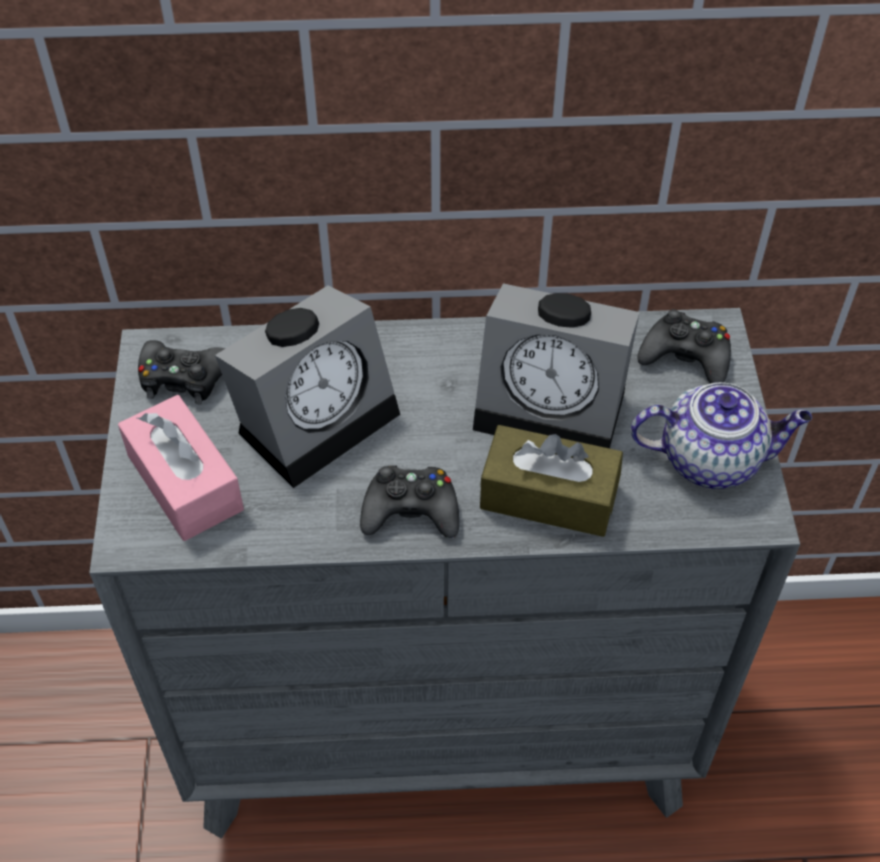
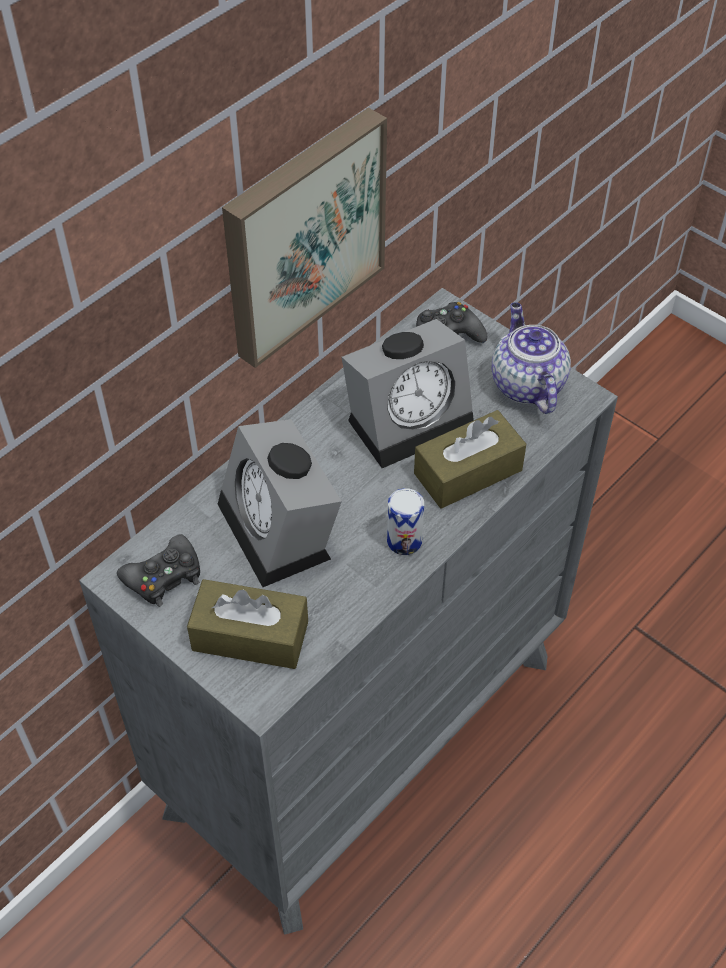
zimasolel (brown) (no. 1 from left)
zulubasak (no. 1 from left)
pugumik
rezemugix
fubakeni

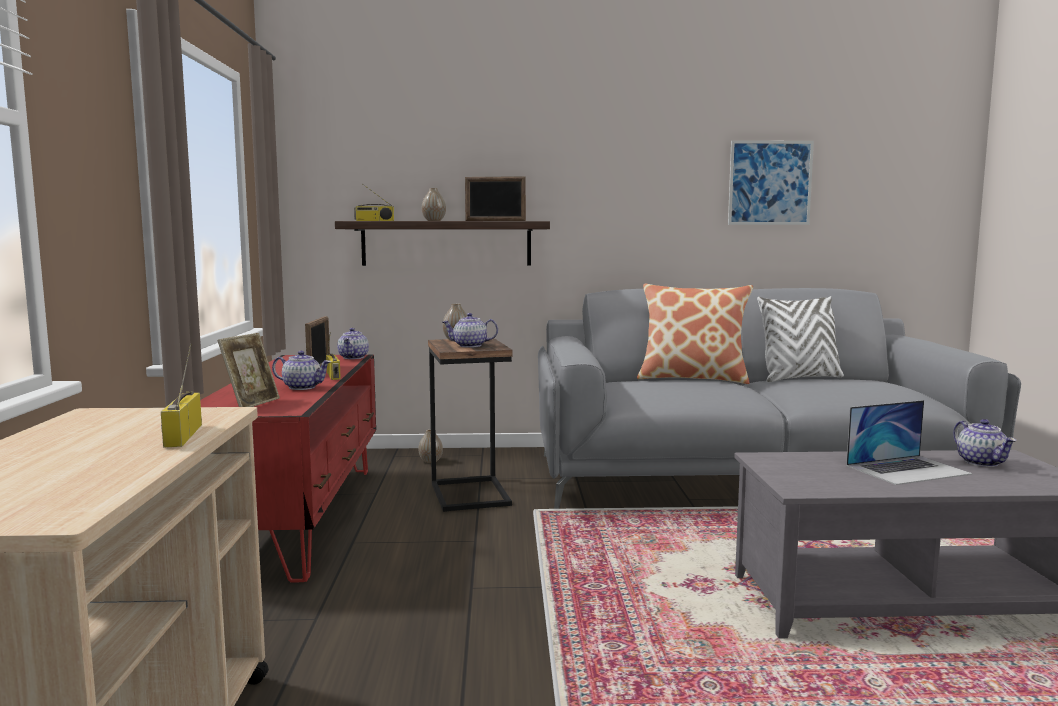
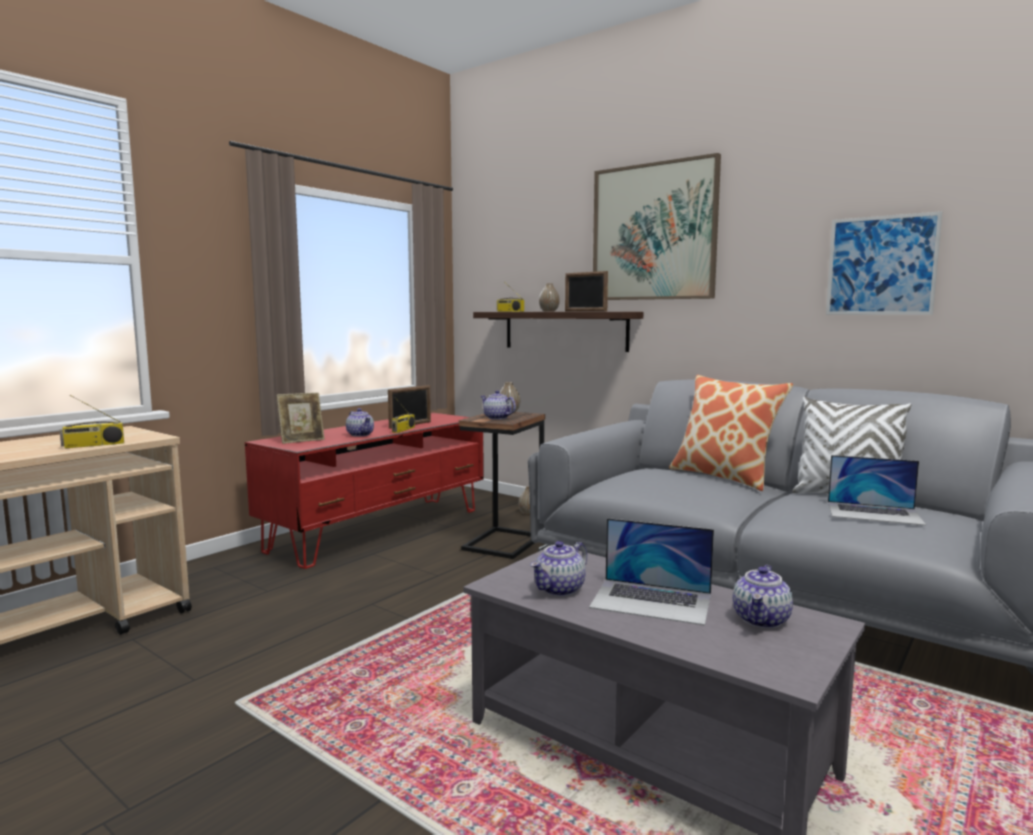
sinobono (no. 1 from left)
rezemugix (no. 3 from left)
fubakeni (no. 1 from left)
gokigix (no. 2 from left)

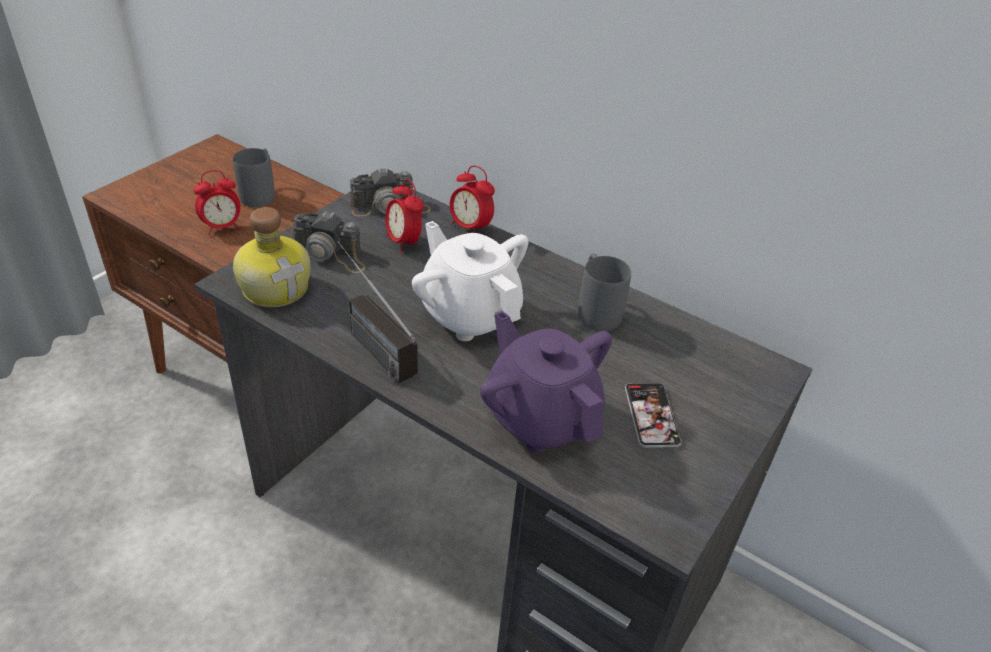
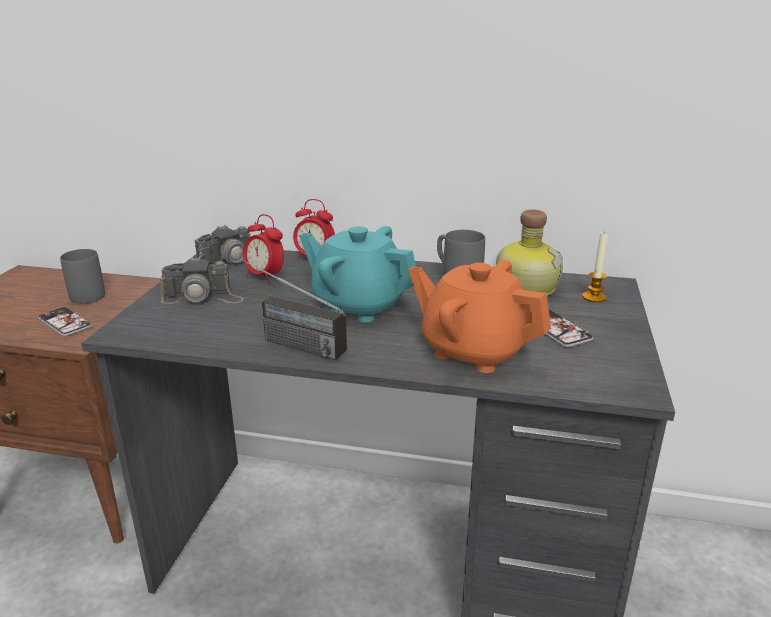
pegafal (no. 1 from left)
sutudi
rezemugix (turquoise)
rezemugix (orange)
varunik

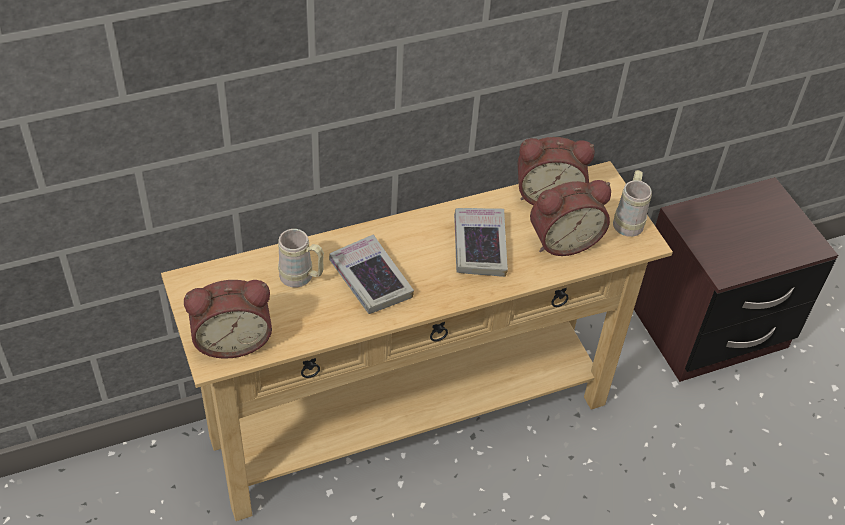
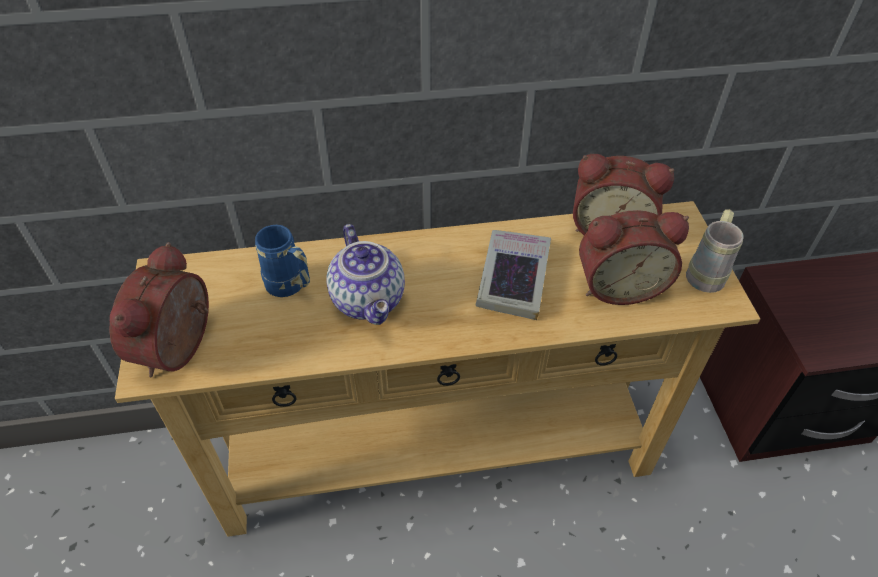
zulubasak (no. 1 from left)
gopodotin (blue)
rezemugix

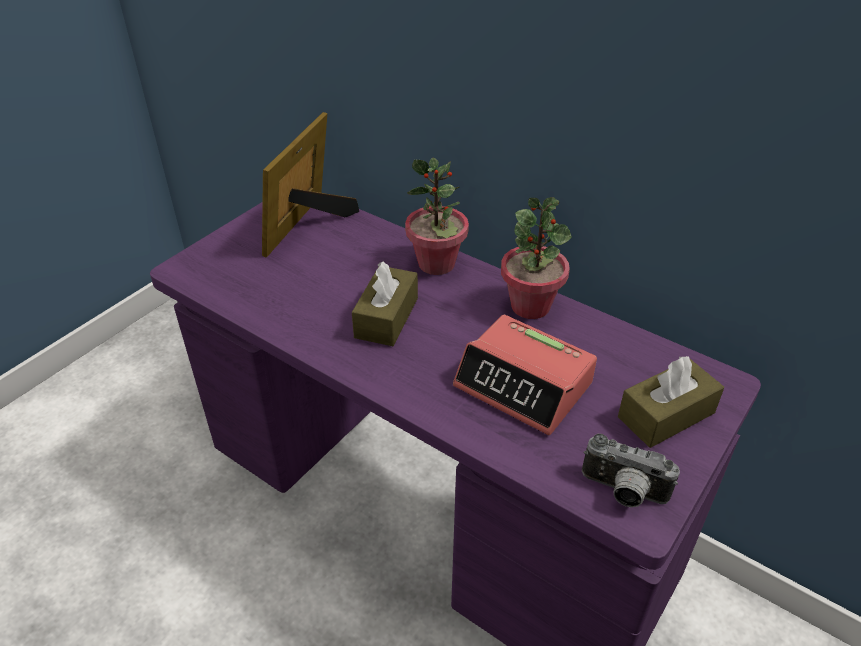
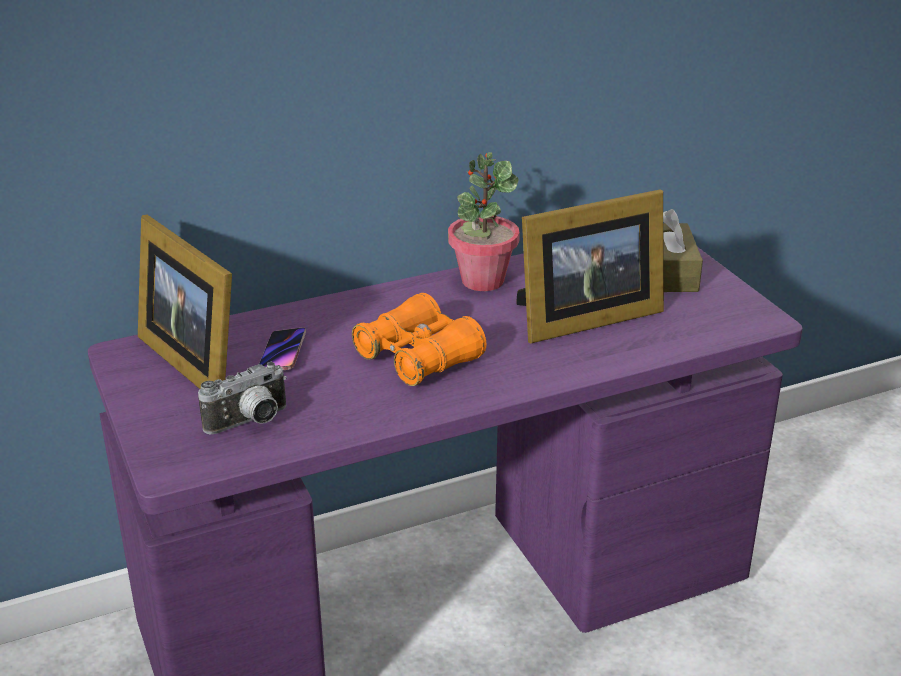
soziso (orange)
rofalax (no. 1 from left in the first image)
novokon (no. 2 from left)
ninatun
pegafal

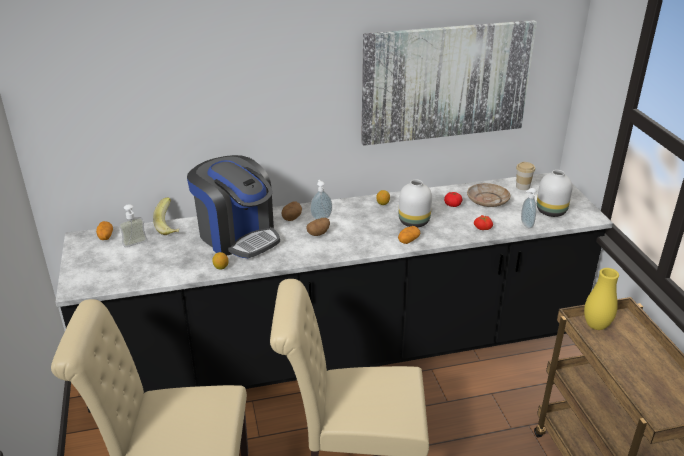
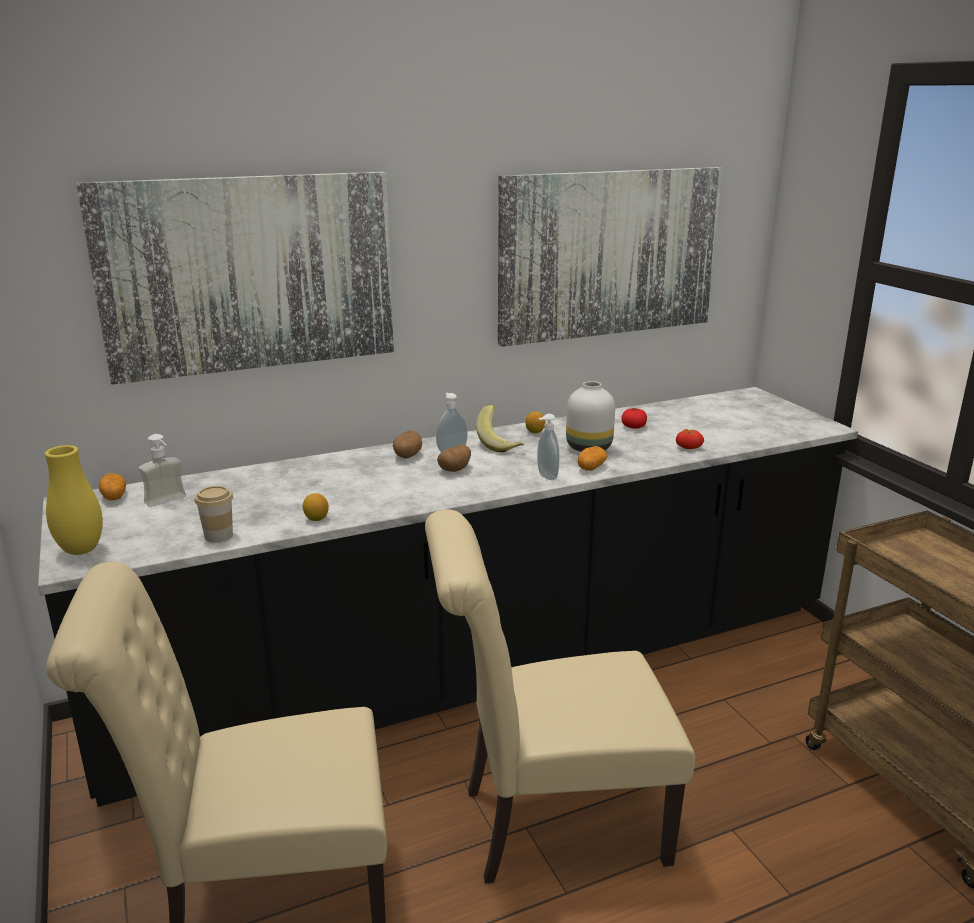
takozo
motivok
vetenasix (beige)
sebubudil
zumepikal (no. 3 from left)
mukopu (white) (no. 2 from left in the first image)
mukopu (yellow)
fubakeni (no. 1 from left)

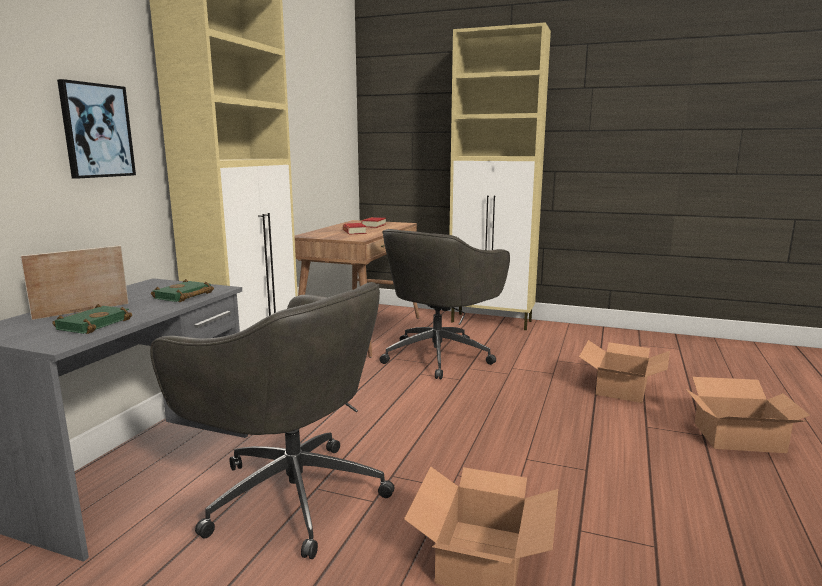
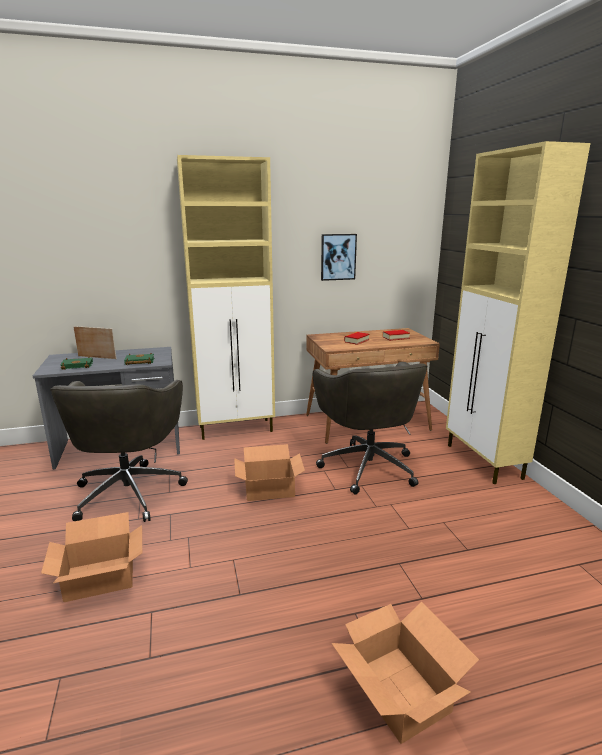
fubakeni
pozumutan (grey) (no. 2 from left)
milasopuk (no. 2 from left)

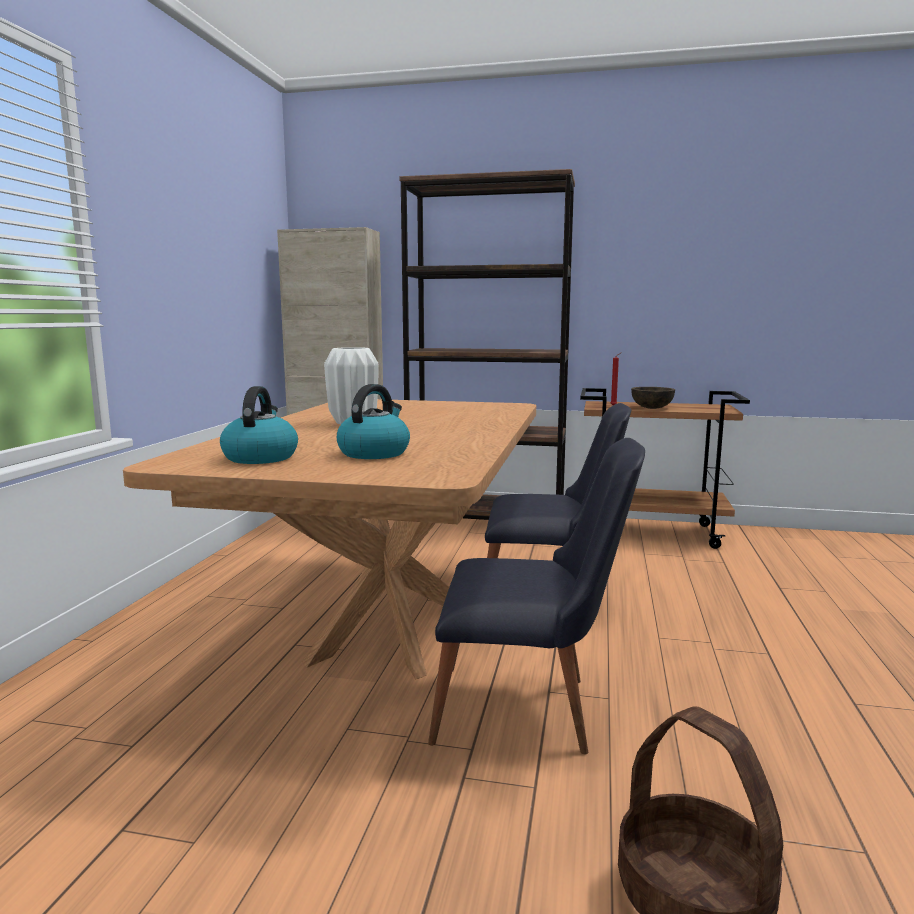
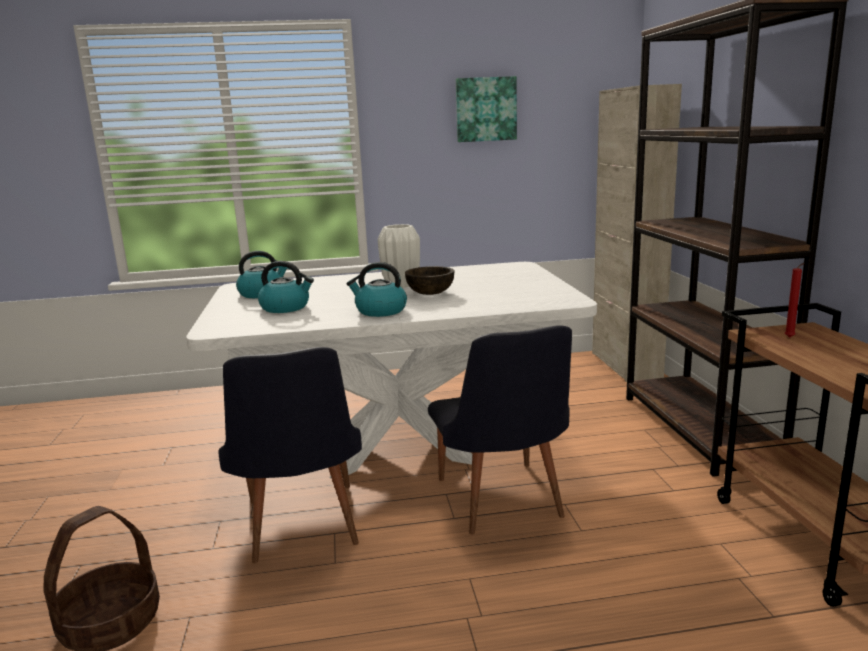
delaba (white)
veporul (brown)
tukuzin (no. 3 from left)
fubakeni

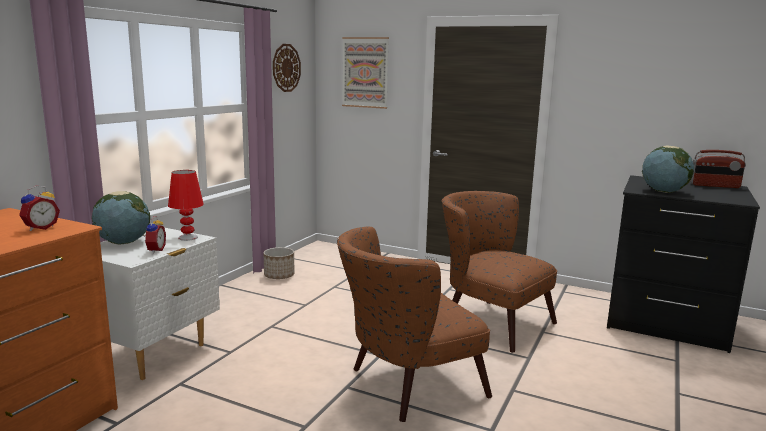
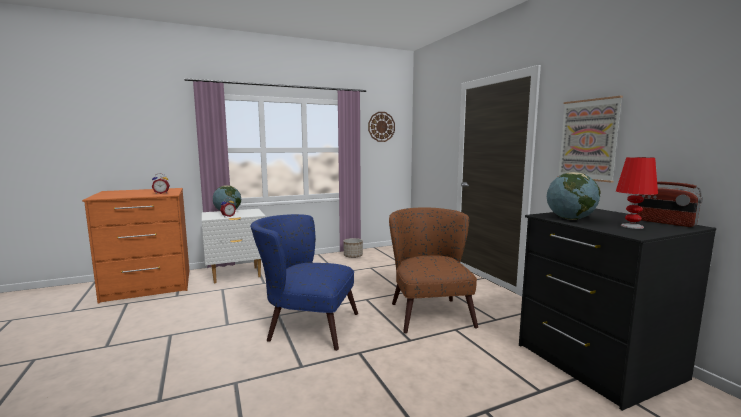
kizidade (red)
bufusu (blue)
fubakeni

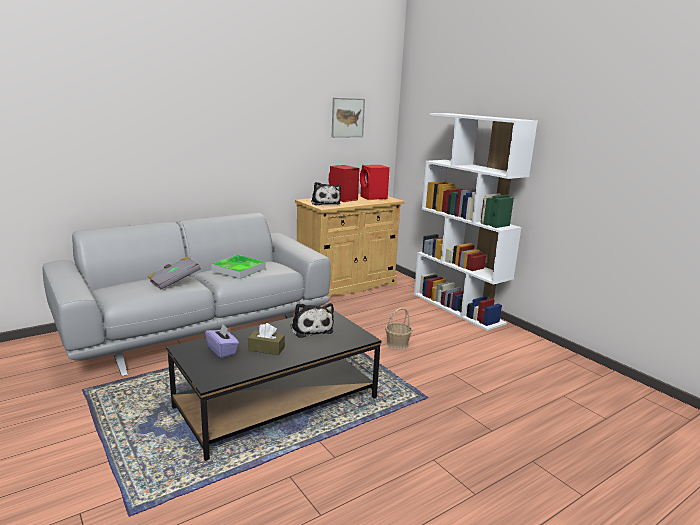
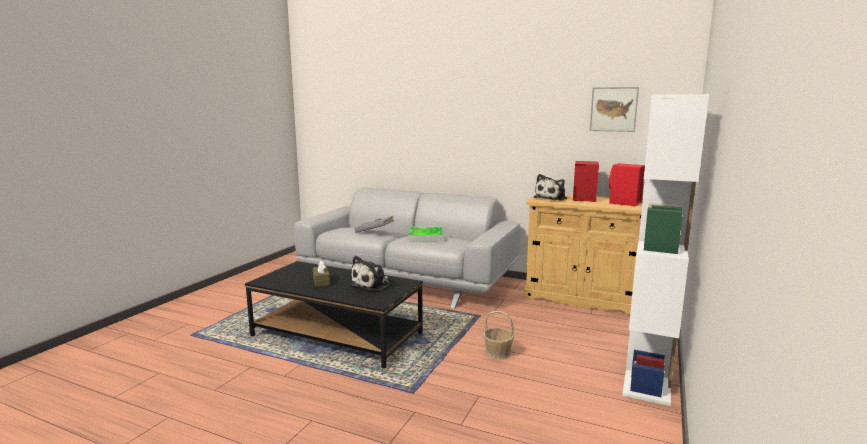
zimasolel (purple)

